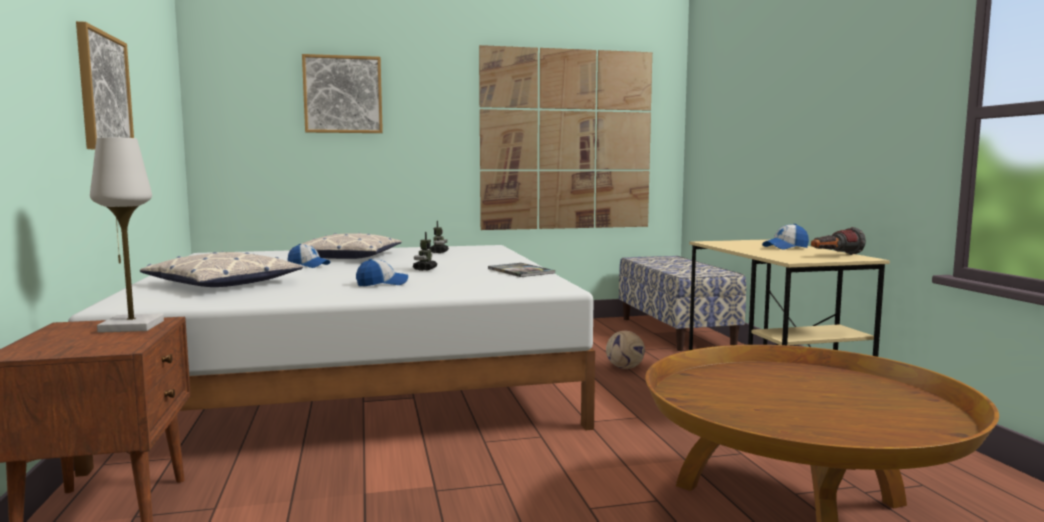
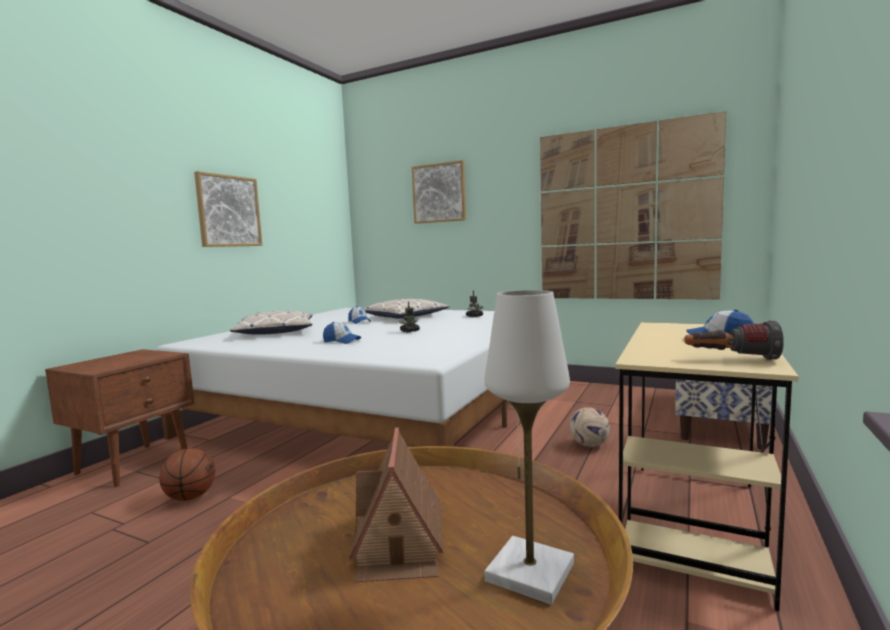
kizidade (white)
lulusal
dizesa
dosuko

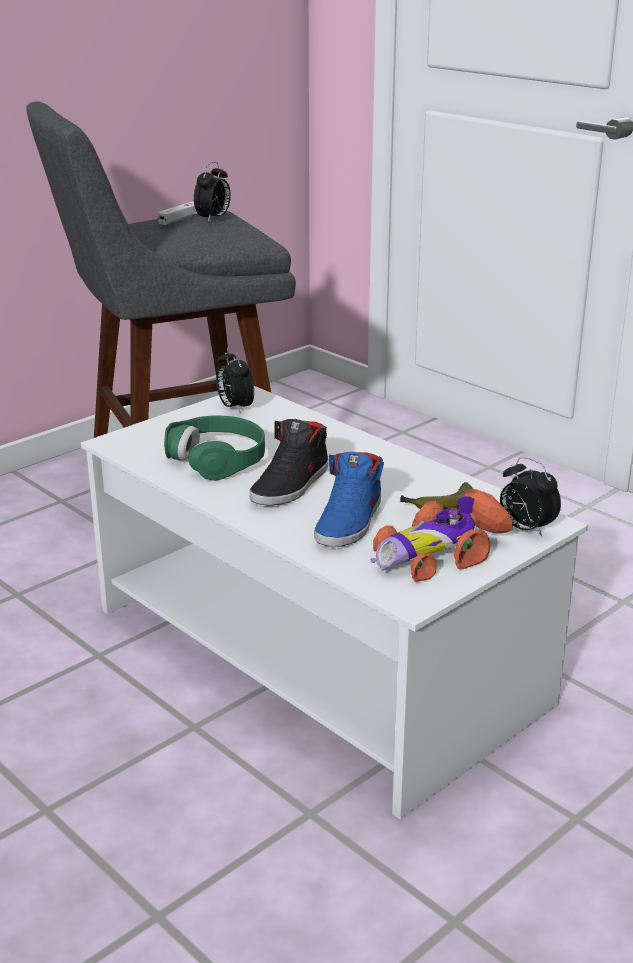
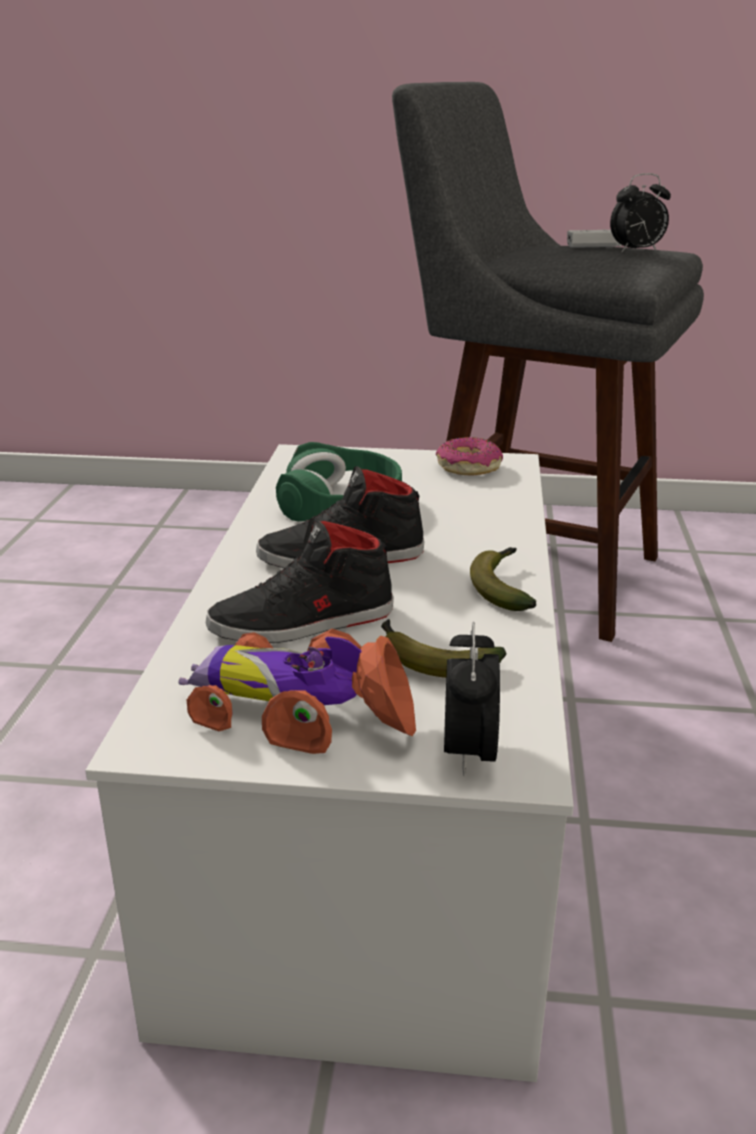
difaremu
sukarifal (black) (no. 1 from left)
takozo (no. 2 from left)

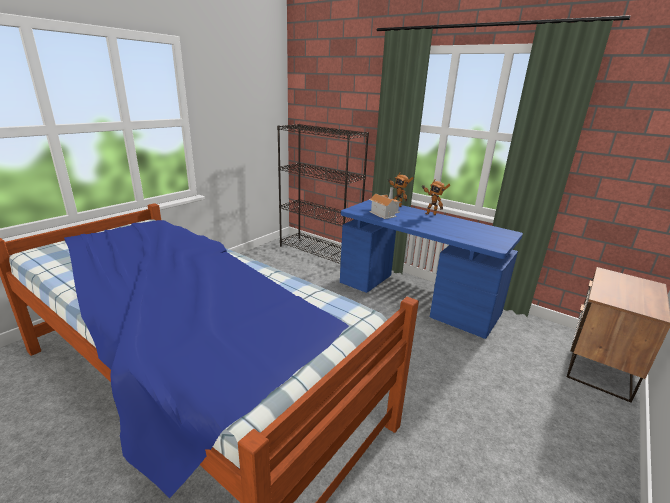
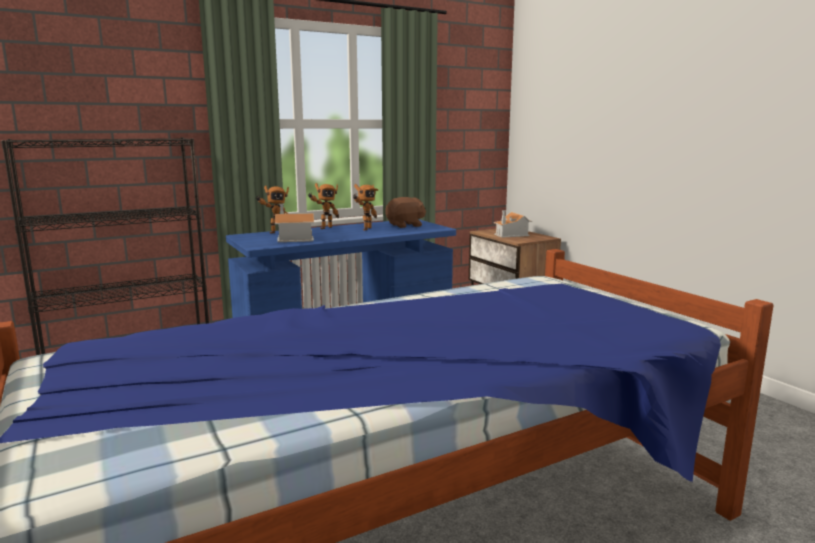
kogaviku (no. 3 from left)
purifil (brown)
dosuko (no. 2 from left)

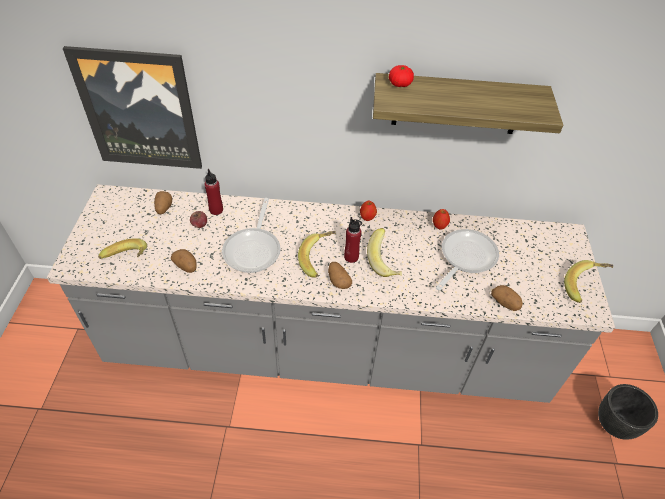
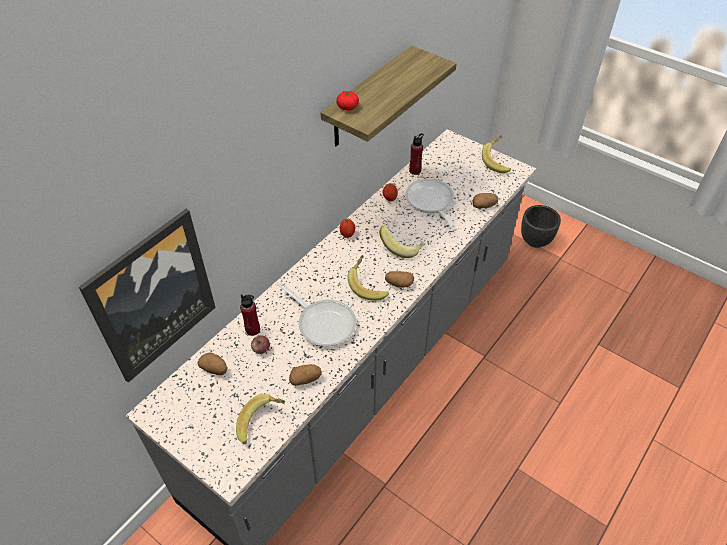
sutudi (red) (no. 2 from left)

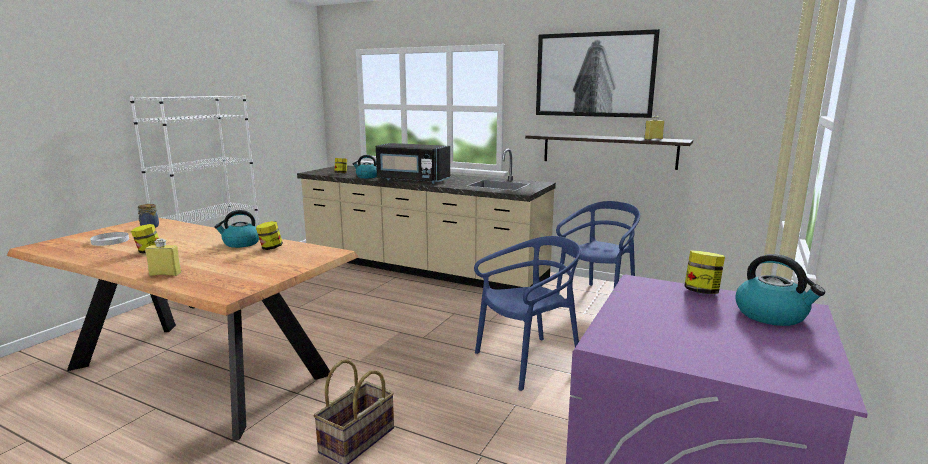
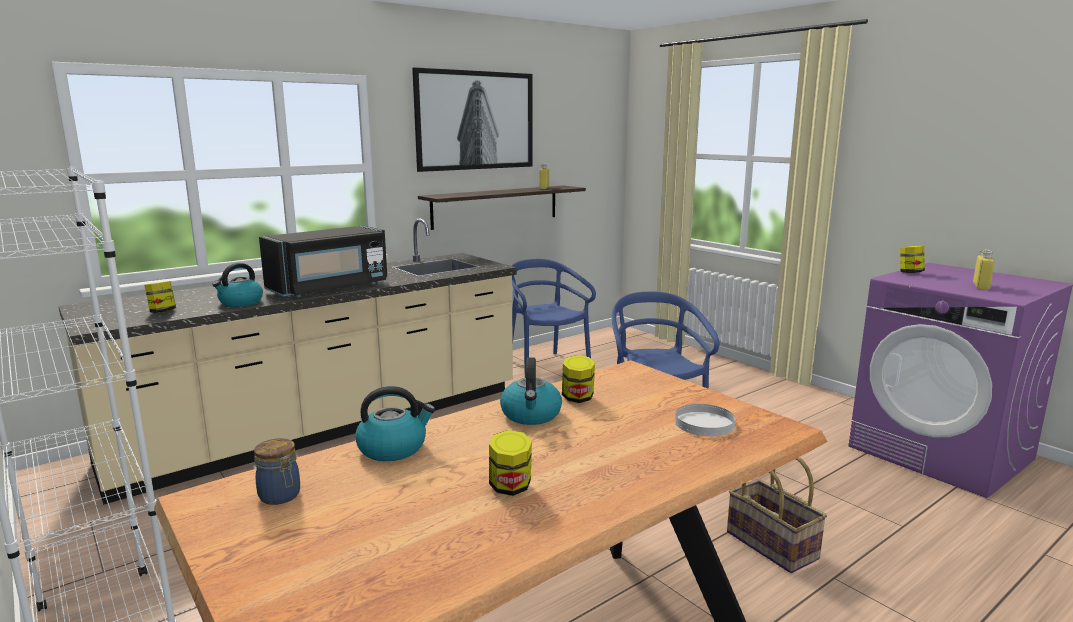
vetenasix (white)
sutudi (yellow) (no. 2 from left)
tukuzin (no. 2 from left)

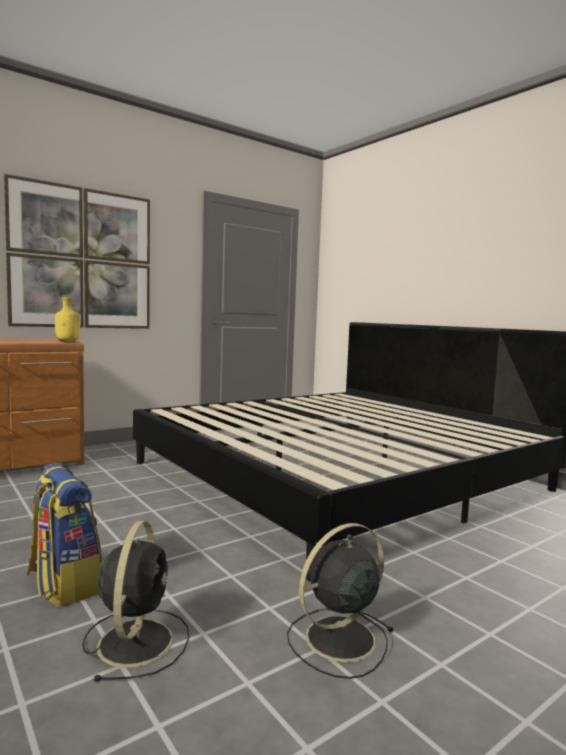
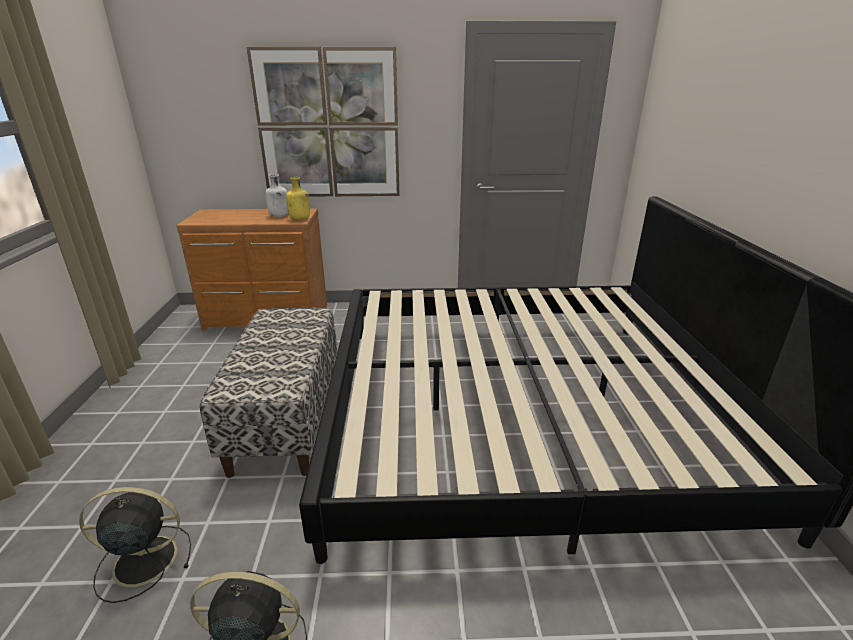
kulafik
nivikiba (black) (no. 1 from left)
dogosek
sutudi (white)

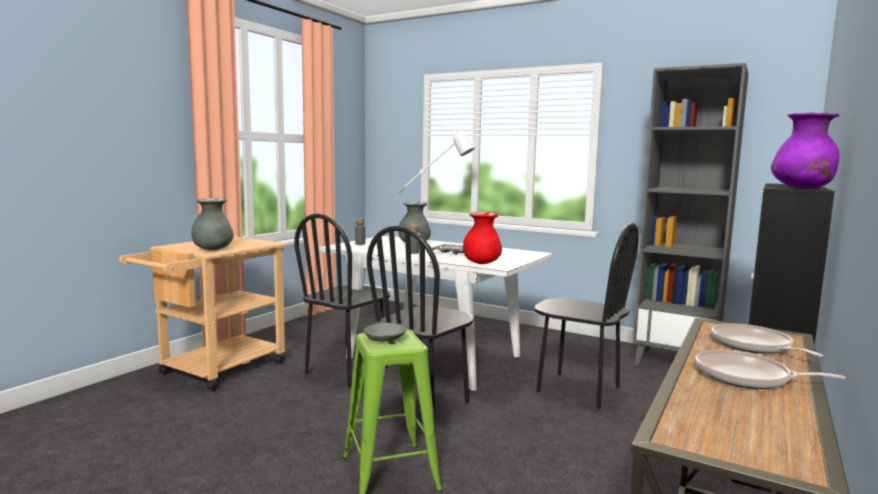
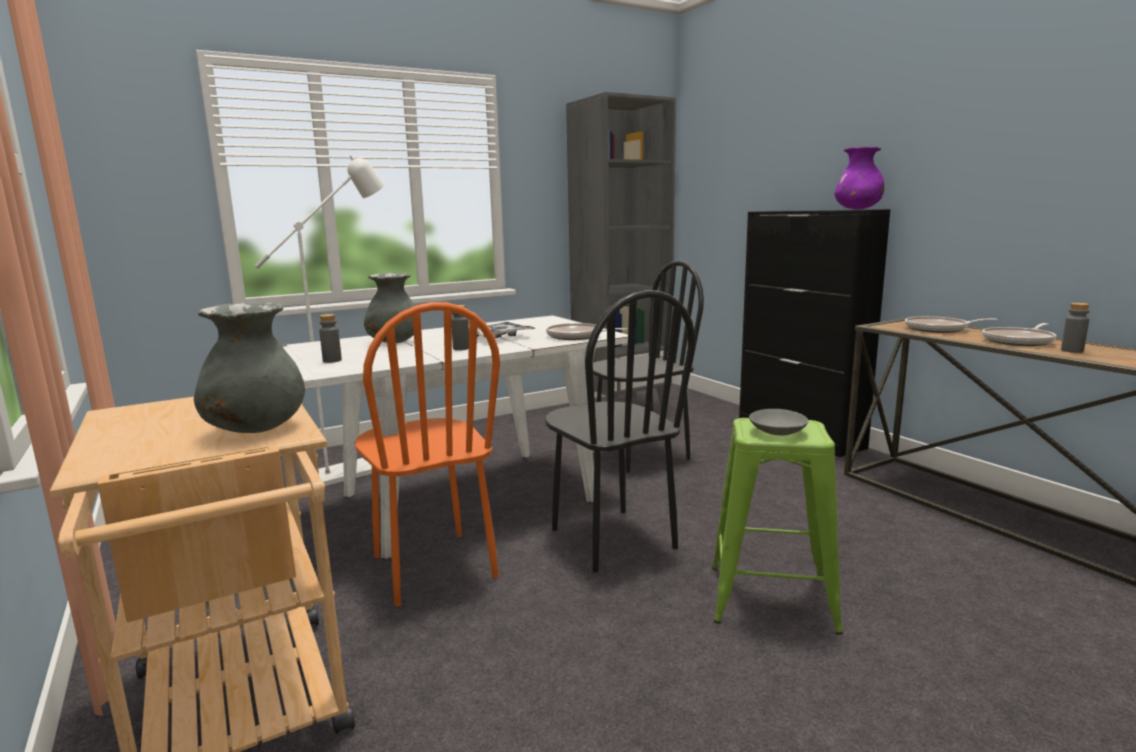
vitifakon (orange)
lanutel (no. 1 from left)
sutudi (grey) (no. 3 from left)

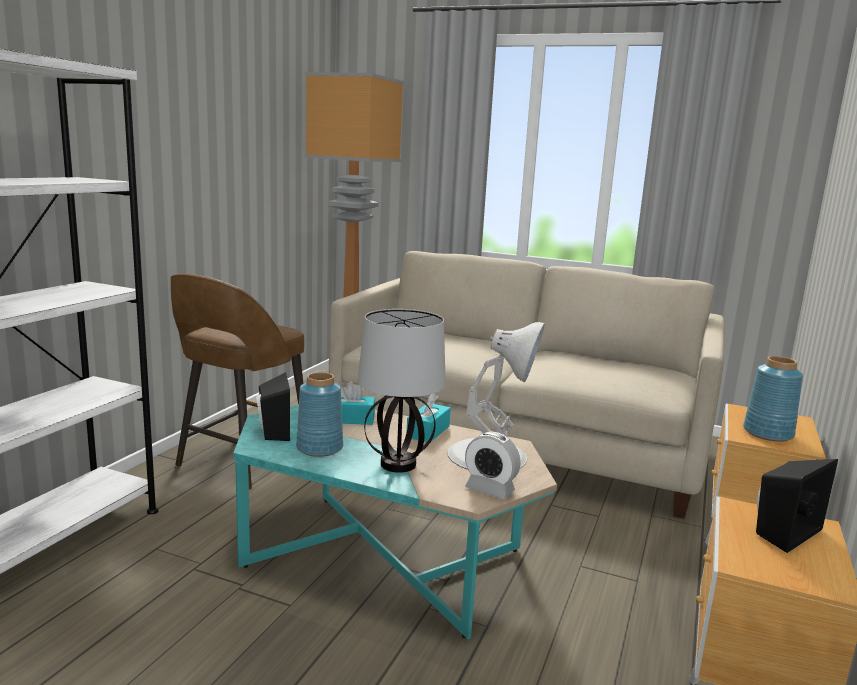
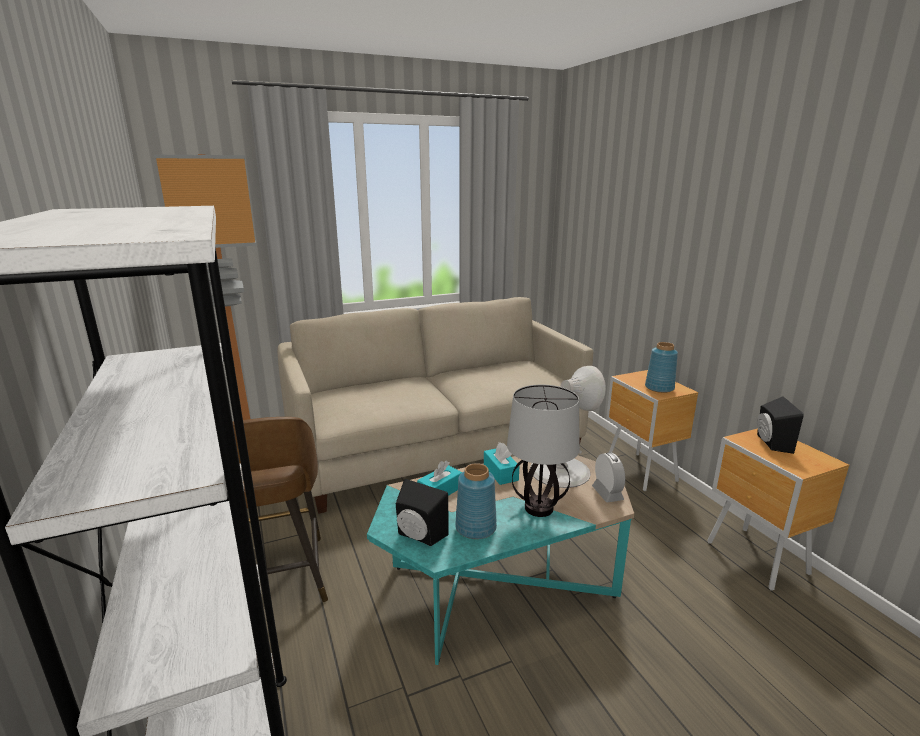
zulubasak

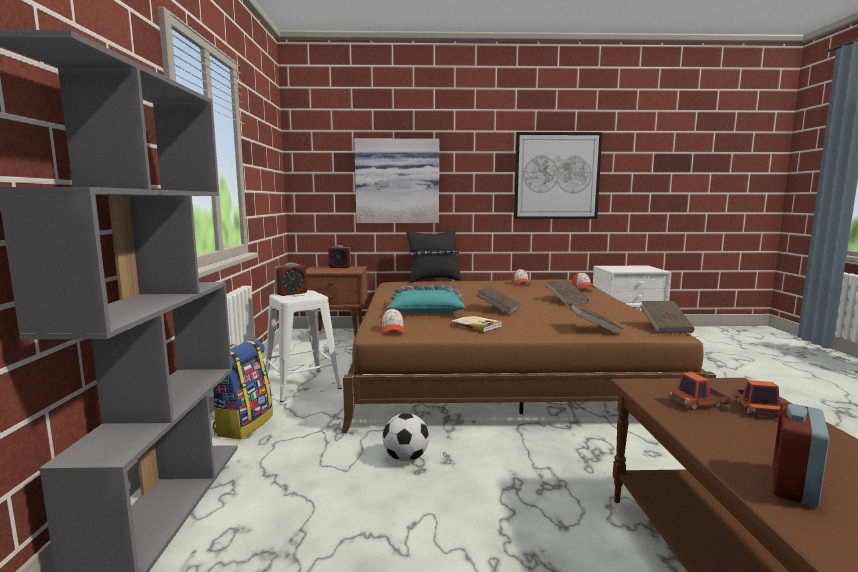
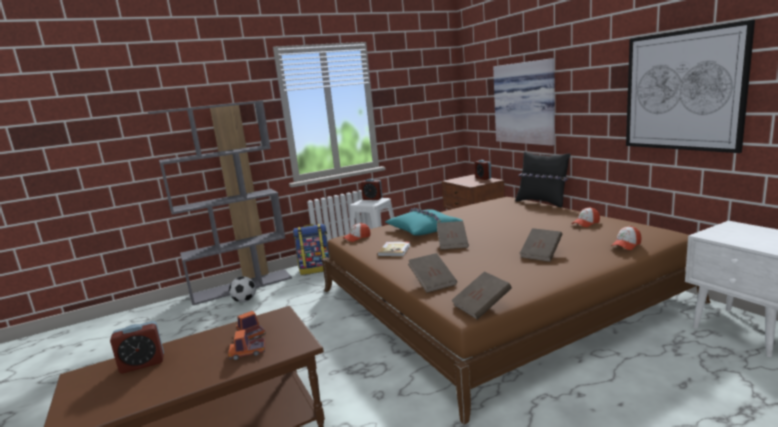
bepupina
zulubasak (no. 1 from left)

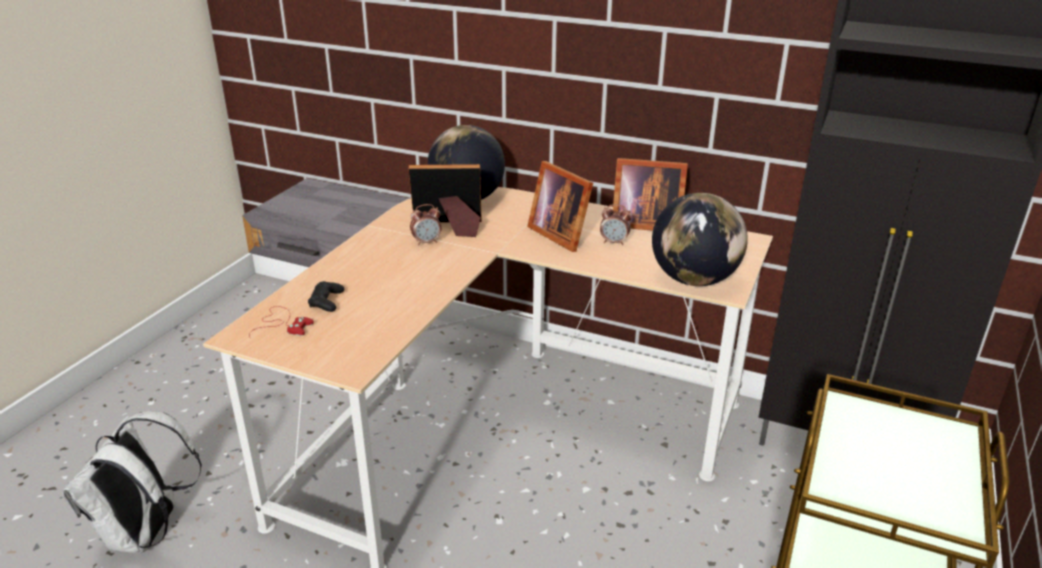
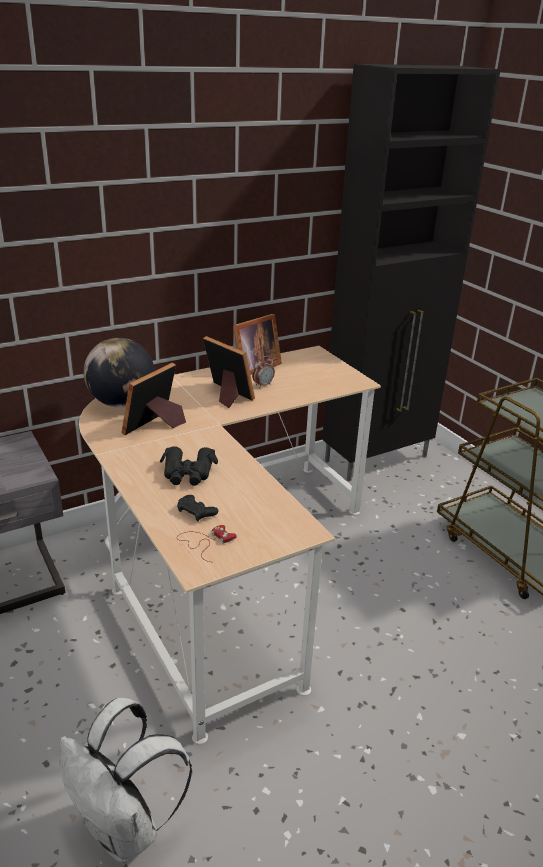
zulubasak (no. 1 from left in the first image)
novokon (no. 2 from left)
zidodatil (no. 2 from left in the first image)
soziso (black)

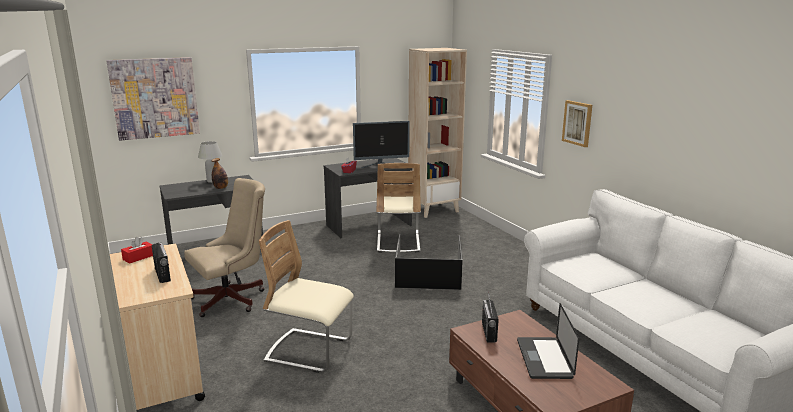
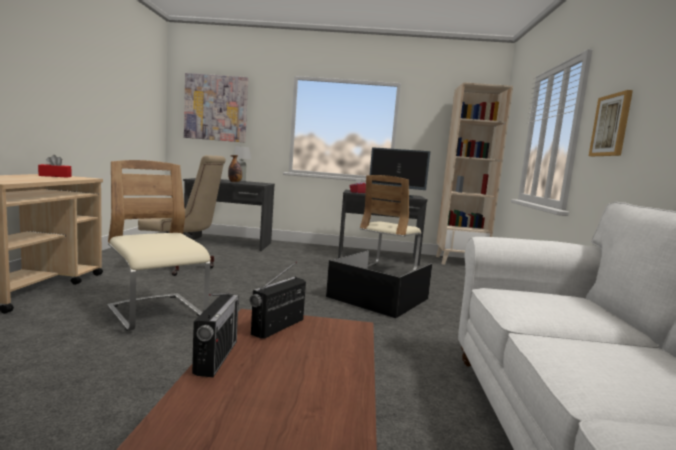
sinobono (no. 1 from left)
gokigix

